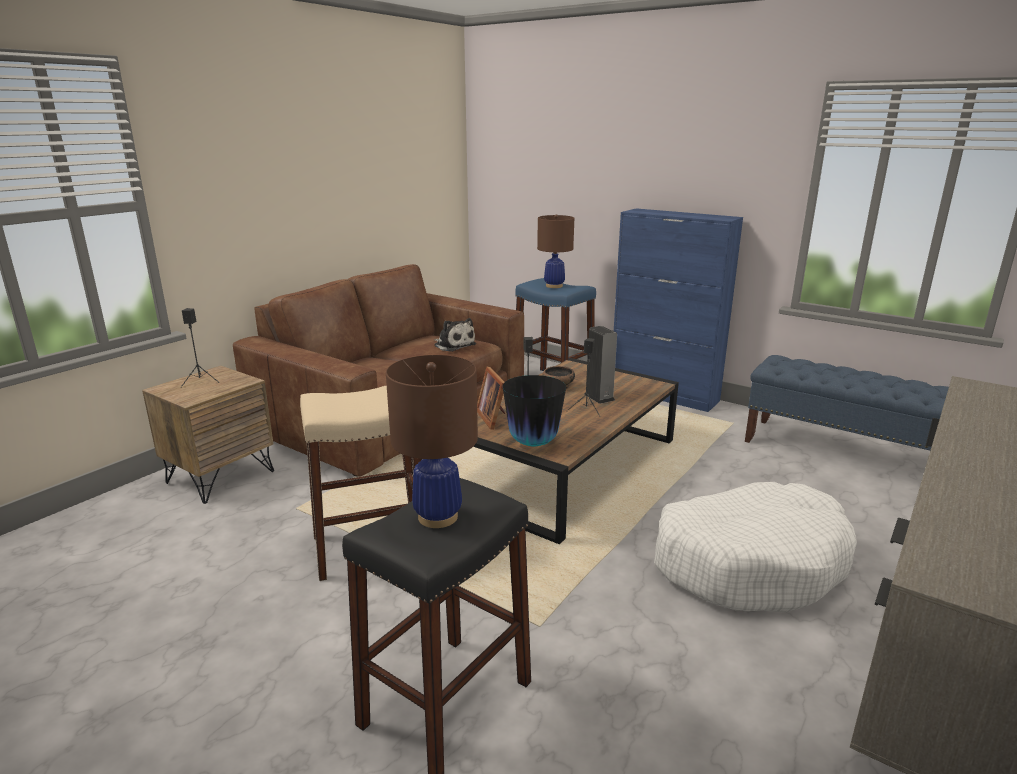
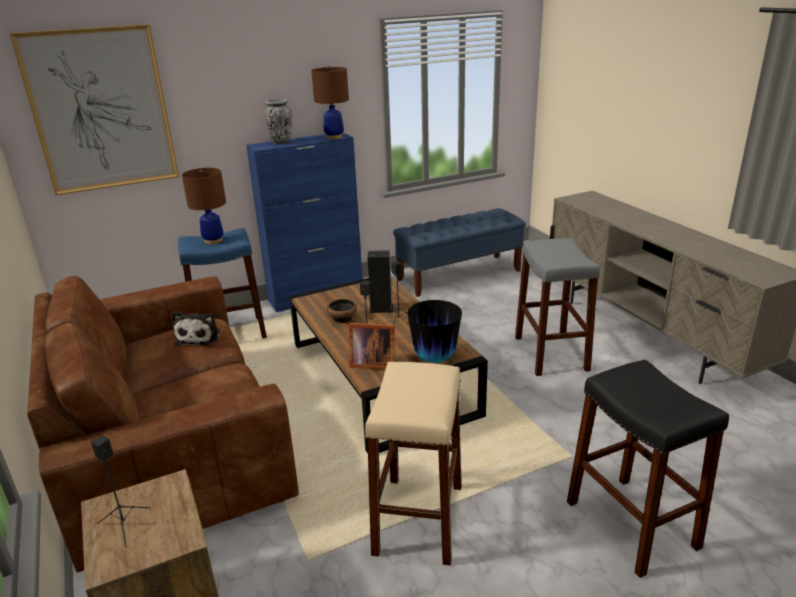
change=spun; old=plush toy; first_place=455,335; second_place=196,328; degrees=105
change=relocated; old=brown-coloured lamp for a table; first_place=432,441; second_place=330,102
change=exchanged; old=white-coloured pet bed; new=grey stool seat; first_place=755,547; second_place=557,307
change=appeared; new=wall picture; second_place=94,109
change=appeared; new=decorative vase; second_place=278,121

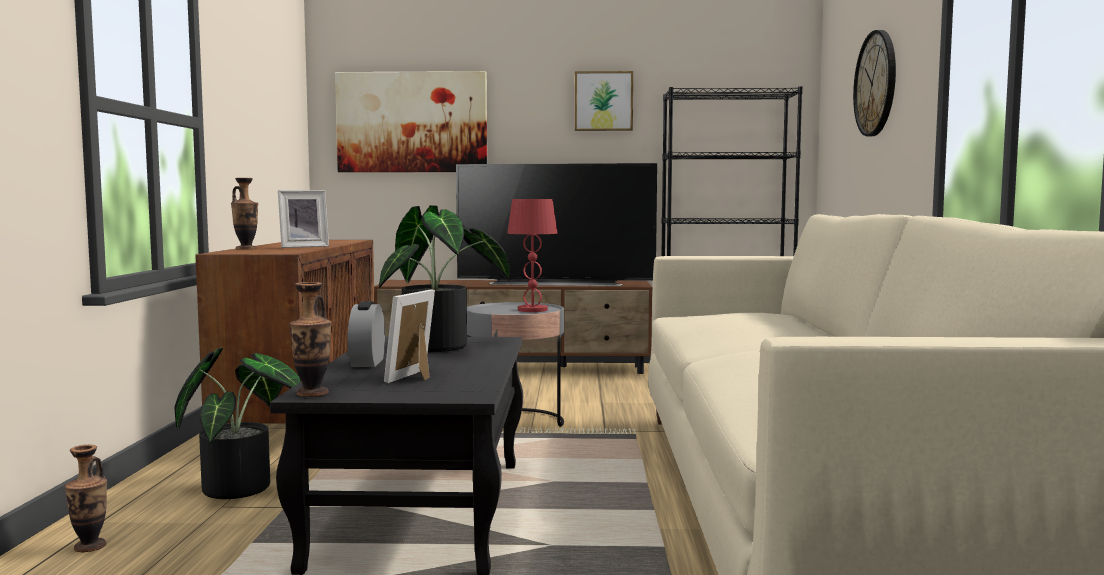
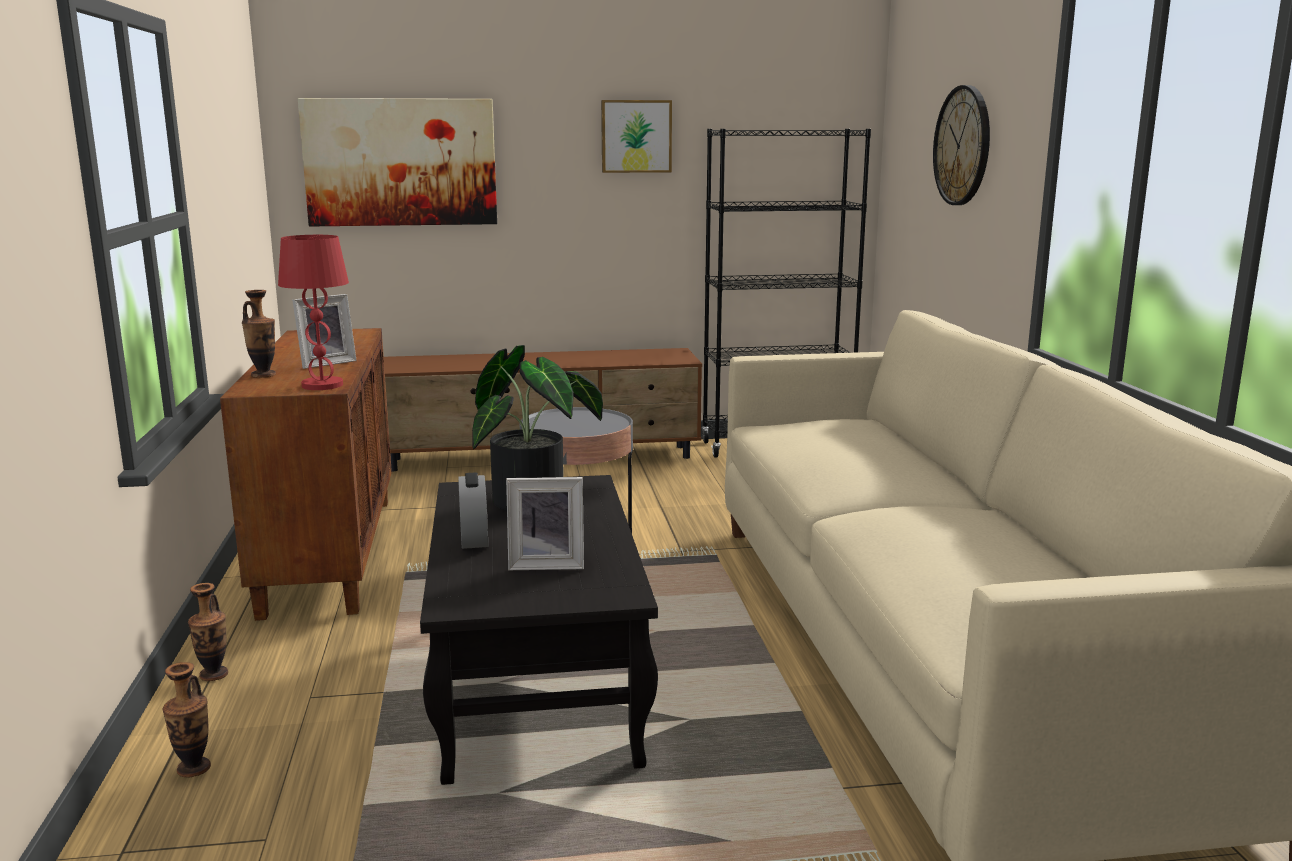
change=missing; old=television; first_place=556,224
change=relocated; old=red-coloured lamp for a table; first_place=532,255; second_place=313,312
change=relocated; old=decorative vase; first_place=310,339; second_place=208,632
change=spun; old=standing frame; first_place=409,336; second_place=545,523; degrees=-105
change=missing; old=plant in a pot; first_place=237,423

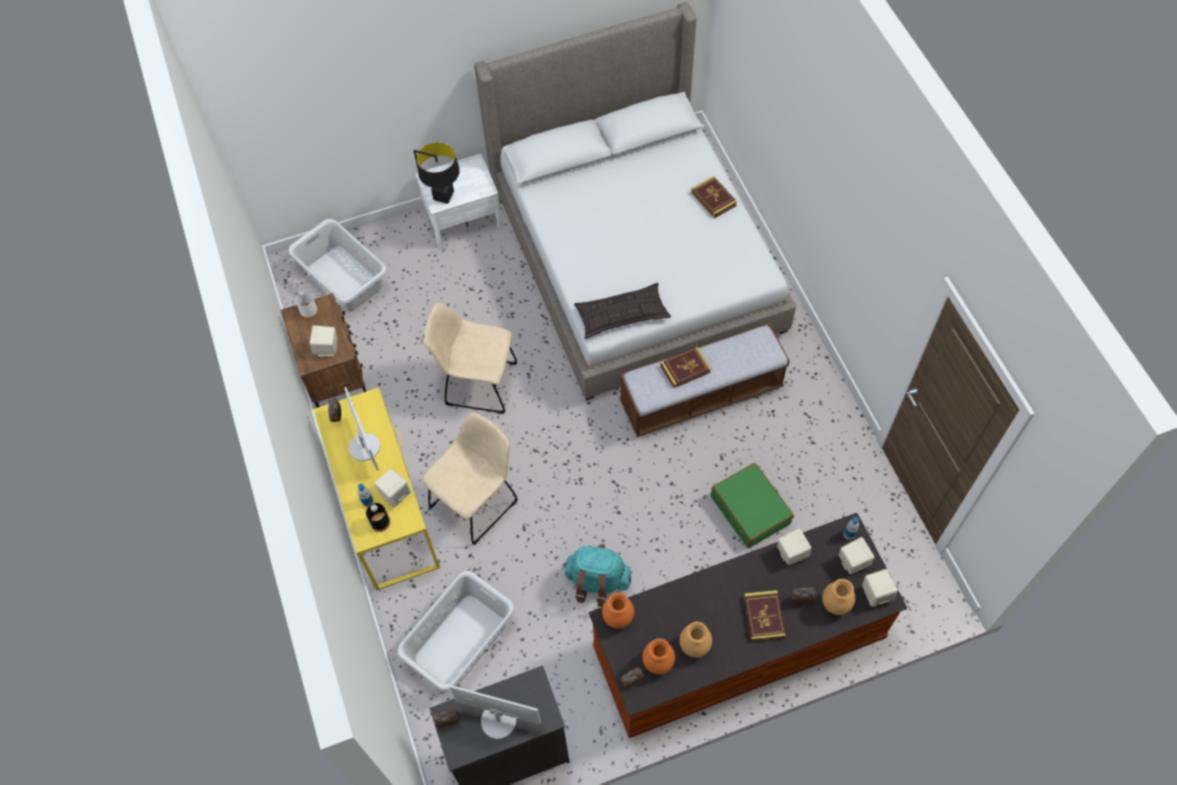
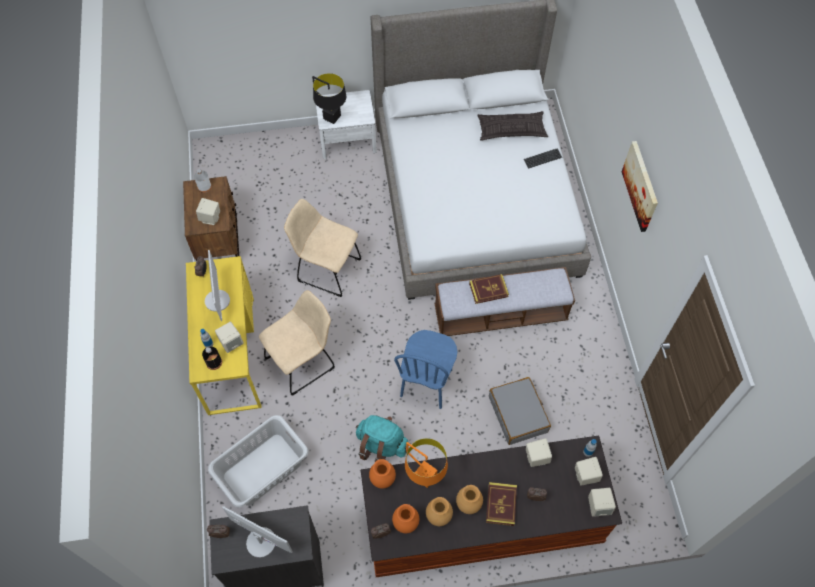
change=exchanged; old=book; new=computer keyboard; first_place=714,197; second_place=543,158
change=missing; old=grey laundry basket; first_place=338,265
change=relocated; old=throw pillow; first_place=622,311; second_place=513,126
change=colour; old=green travel case; new=grey travel case; first_place=752,505; second_place=520,411
change=relocated; old=brown-coloured decorative vase; first_place=838,597; second_place=469,499
change=appeared; new=wall picture; second_place=639,186
change=appeared; new=bluish upright chair; second_place=425,369
change=appeared; new=orange-coloured lamp for a table; second_place=426,463

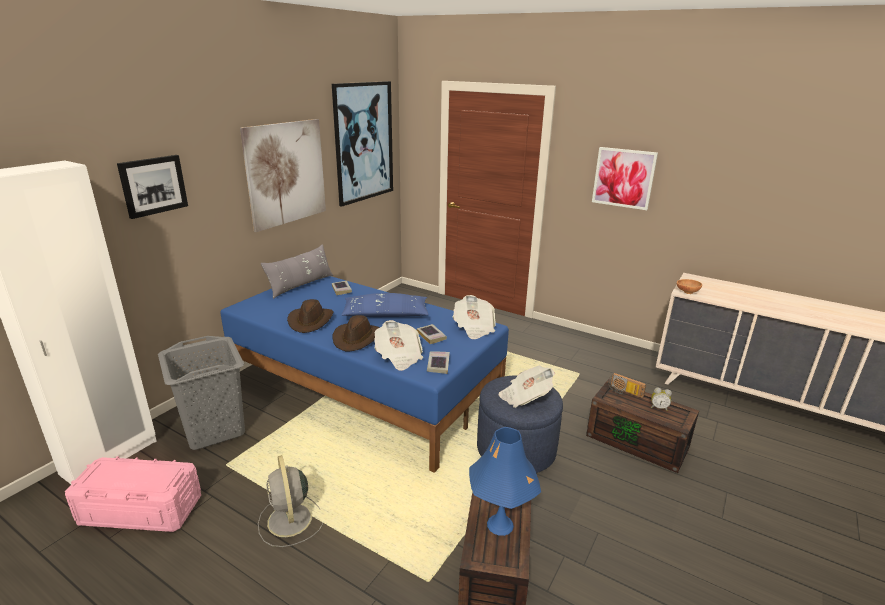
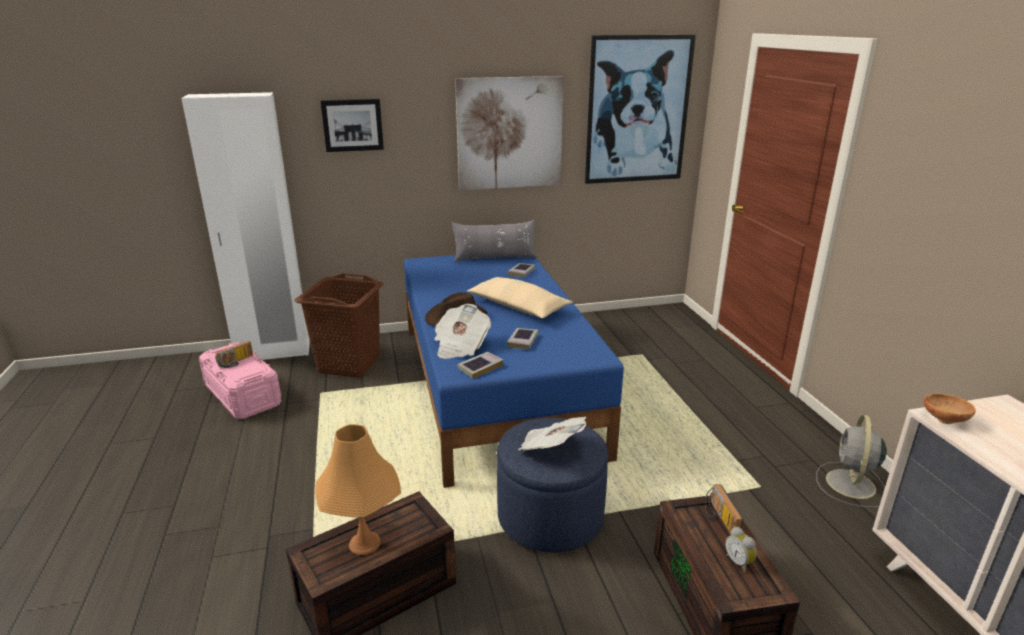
change=missing; old=wall picture; first_place=625,178
change=colour; old=bluish throw pillow; new=sand-coloured throw pillow; first_place=385,305; second_place=520,298
change=missing; old=daily paper; first_place=474,317
change=missing; old=brown-coloured hat; first_place=310,316
change=colour; old=grey laundry basket; new=brown-coloured laundry basket; first_place=201,393; second_place=339,325
change=colour; old=bluish lamp for a table; new=orange-coloured lamp for a table; first_place=505,481; second_place=358,489
change=relocated; old=grey electric fan; first_place=290,501; second_place=851,461
change=appeared; new=radio set; second_place=234,354

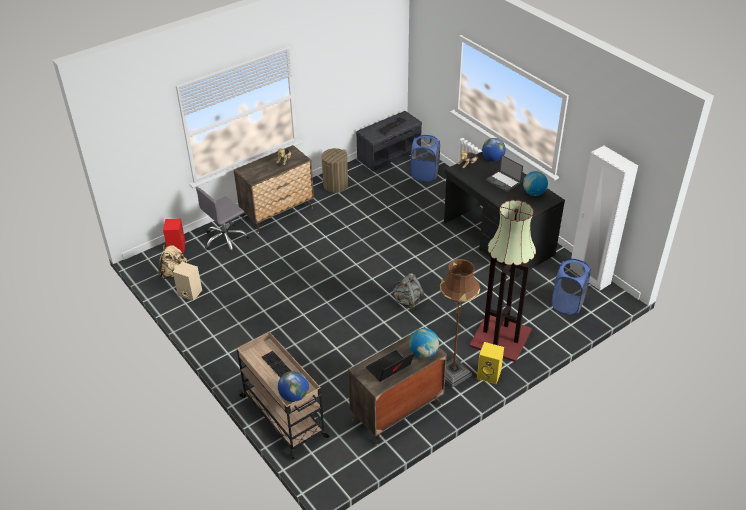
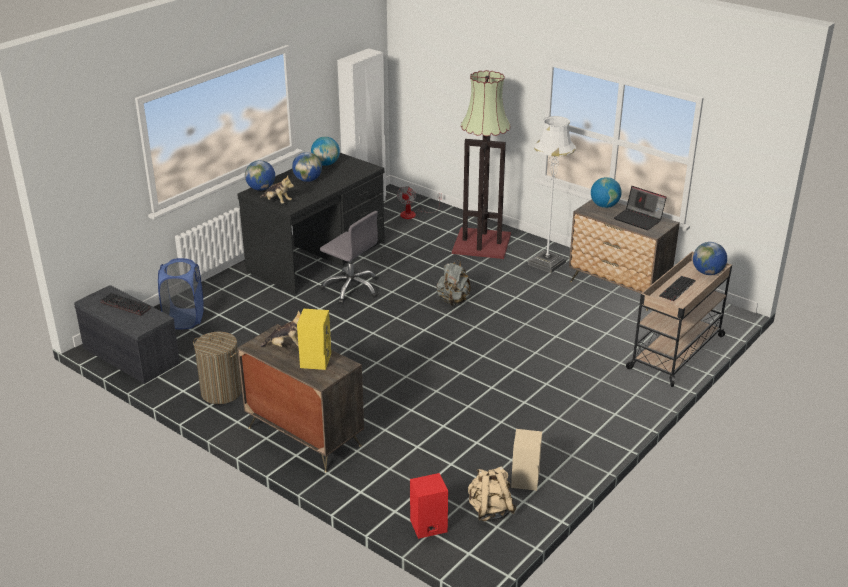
change=exchanged; old=laptop; new=desk globe; first_place=504,173; second_place=307,167
change=relocated; old=grey office chair; first_place=223,220; second_place=349,257
change=colour; old=brown-coloured standing lamp; new=white-coloured standing lamp; first_place=460,323; second_place=552,194
change=exchanged; old=bluish laundry basket; new=electric fan; first_place=571,287; second_place=419,202
change=relocated; old=yellowish loudspeaker; first_place=490,363; second_place=314,339

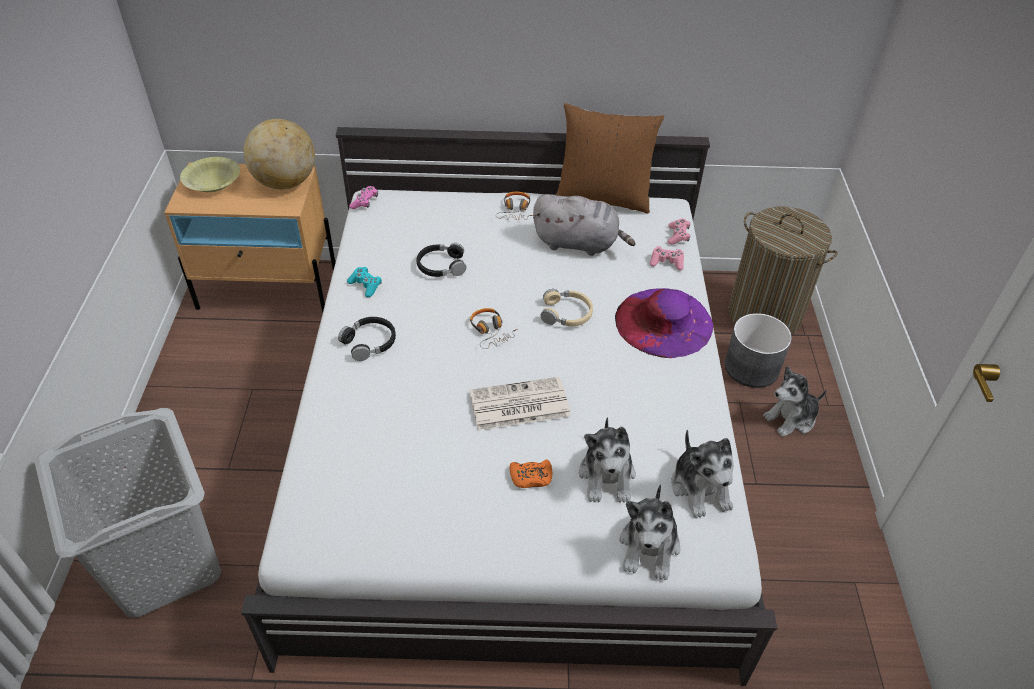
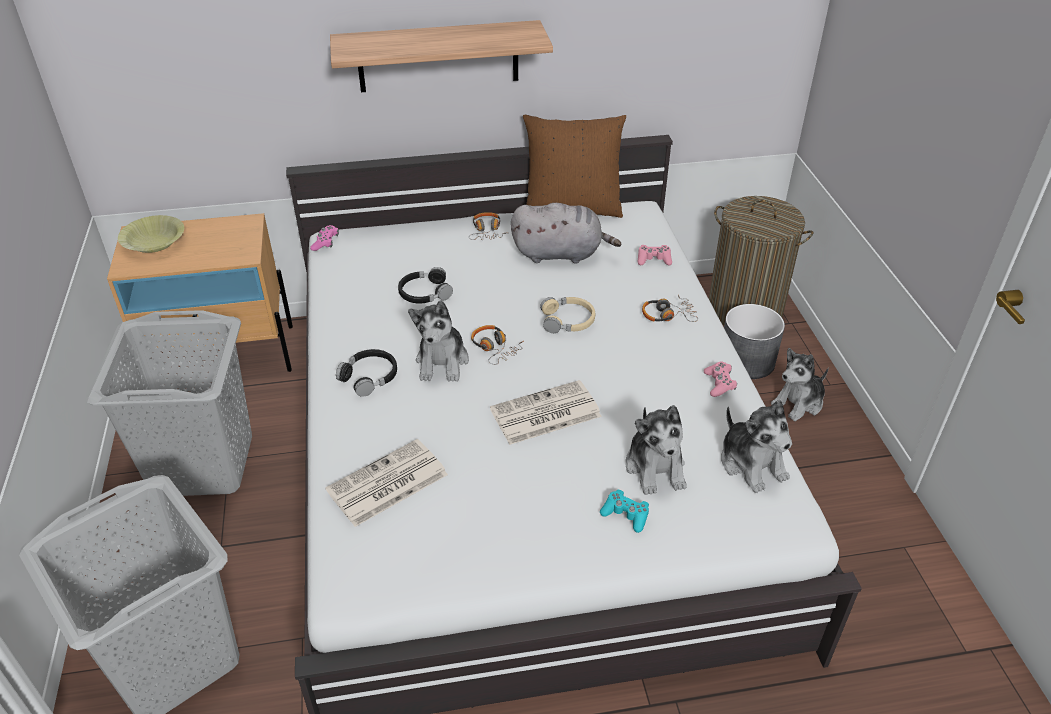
change=missing; old=desk globe; first_place=279,154
change=relocated; old=pink joypad; first_place=679,232; second_place=720,379
change=relocated; old=turquoise joypad; first_place=364,282; second_place=624,511
change=exchanged; old=purple-coloured hat; new=headphones; first_place=664,323; second_place=670,308
change=missing; old=orange-coloured joypad; first_place=531,474
change=relocated; old=plush toy; first_place=650,532; second_place=438,341
change=appeared; new=bracket shelf; second_place=441,56
change=appeared; new=grey laundry basket; second_place=169,403
change=appeared; new=daily paper; second_place=386,483

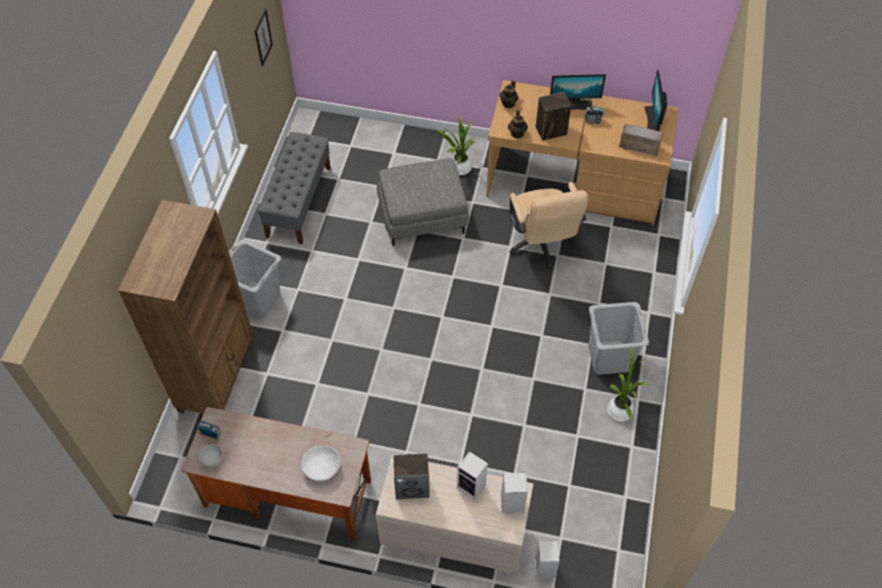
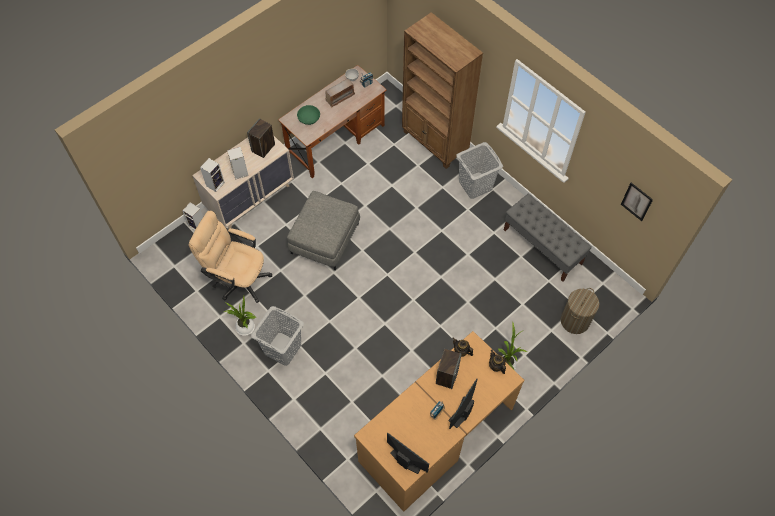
change=relocated; old=radio set; first_place=641,140; second_place=340,93
change=relocated; old=grey ottoman; first_place=423,202; second_place=323,230
change=relocated; old=sand-coloured office chair; first_place=548,225; second_place=231,257
change=colour; old=white-coloured deep dish; new=green deep dish; first_place=320,463; second_place=308,115
change=appeared; new=laundry basket; second_place=580,311

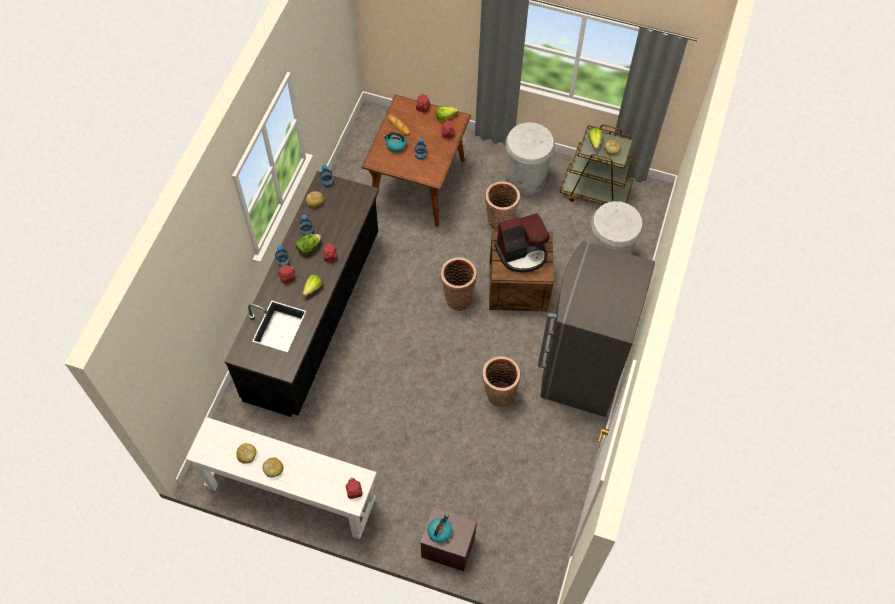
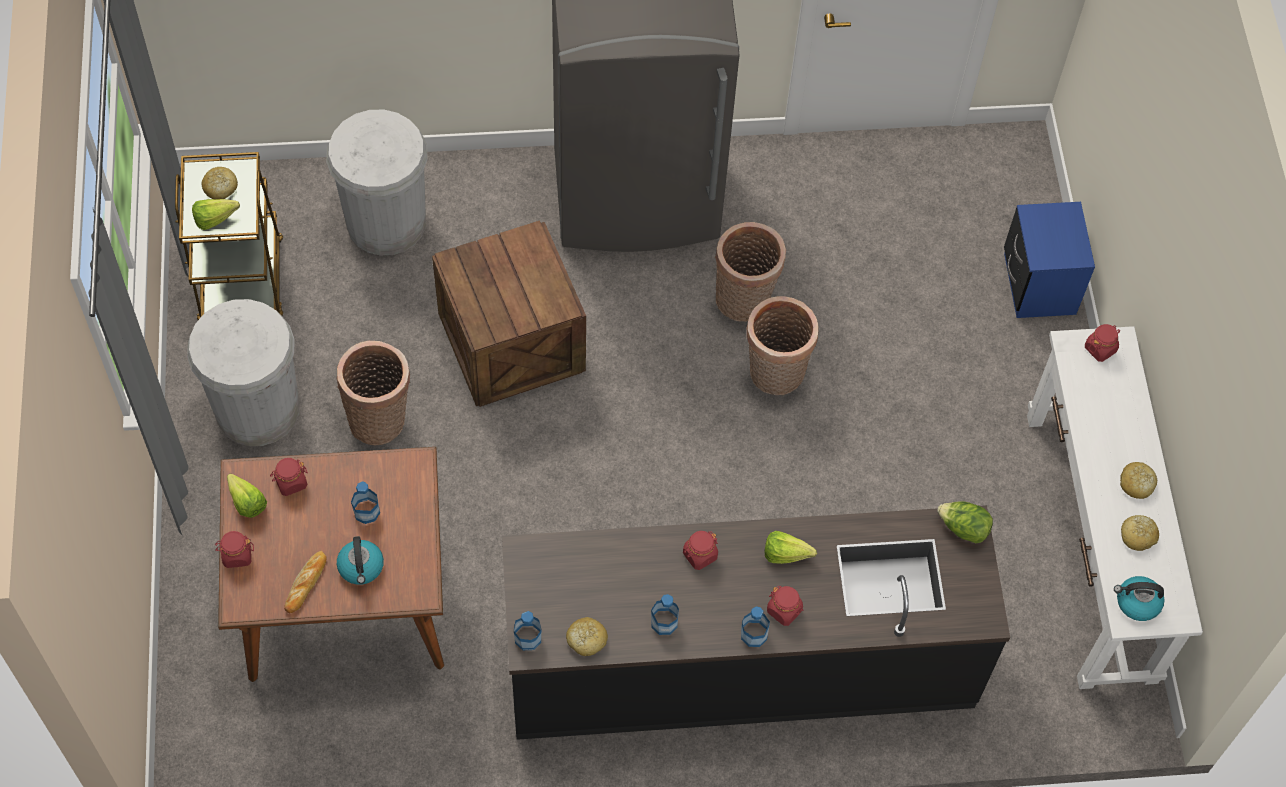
change=missing; old=coffee brewer; first_place=522,242
change=relocated; old=head of lettuce; first_place=308,244; second_place=965,522
change=relocated; old=basket; first_place=458,284; second_place=783,345
change=colour; old=brown-coloured bedside table; new=bluish bedside table; first_place=449,539; second_place=1049,260
change=relocated; old=kettle; first_place=440,528; second_place=1139,598

